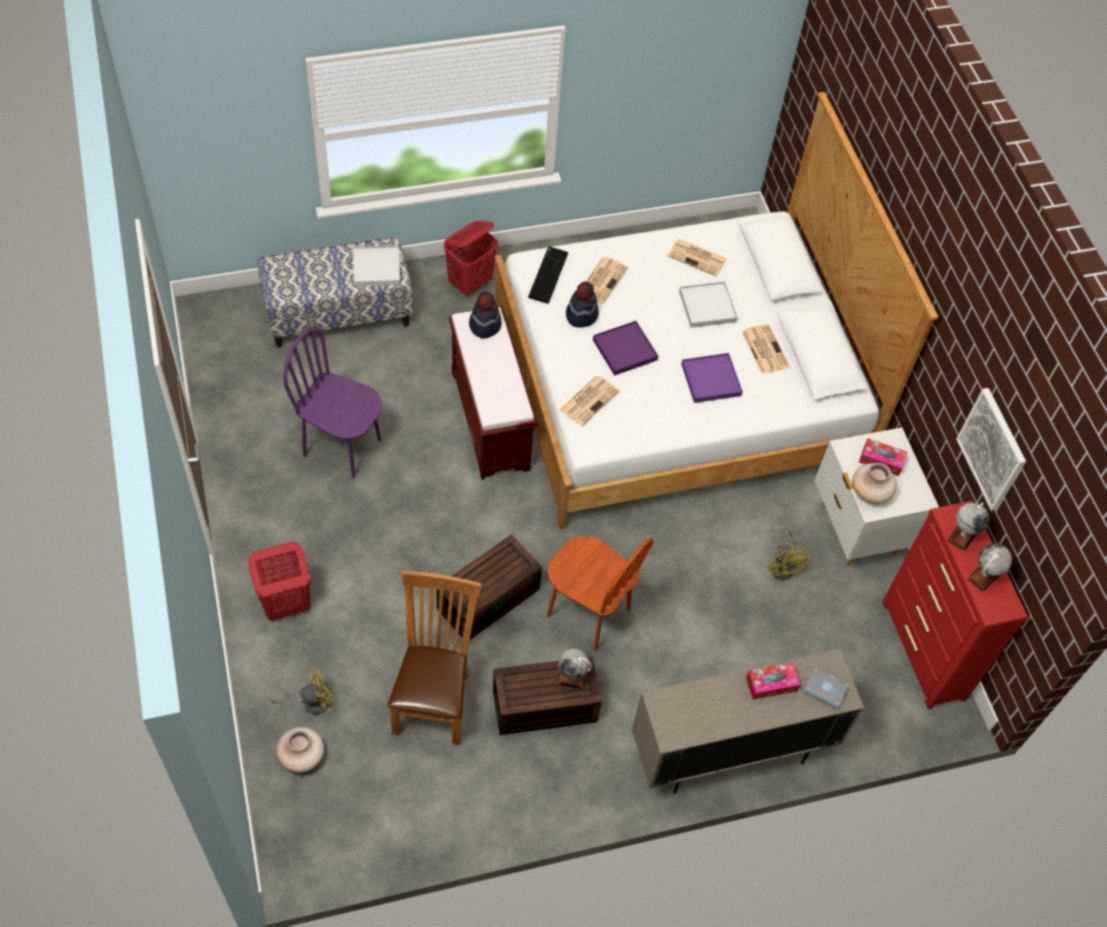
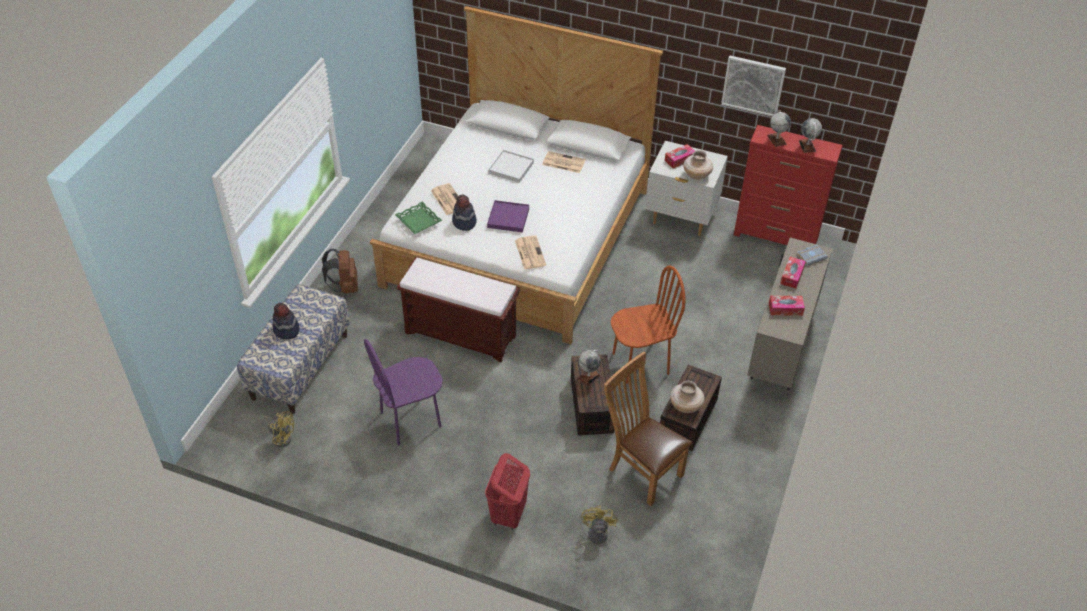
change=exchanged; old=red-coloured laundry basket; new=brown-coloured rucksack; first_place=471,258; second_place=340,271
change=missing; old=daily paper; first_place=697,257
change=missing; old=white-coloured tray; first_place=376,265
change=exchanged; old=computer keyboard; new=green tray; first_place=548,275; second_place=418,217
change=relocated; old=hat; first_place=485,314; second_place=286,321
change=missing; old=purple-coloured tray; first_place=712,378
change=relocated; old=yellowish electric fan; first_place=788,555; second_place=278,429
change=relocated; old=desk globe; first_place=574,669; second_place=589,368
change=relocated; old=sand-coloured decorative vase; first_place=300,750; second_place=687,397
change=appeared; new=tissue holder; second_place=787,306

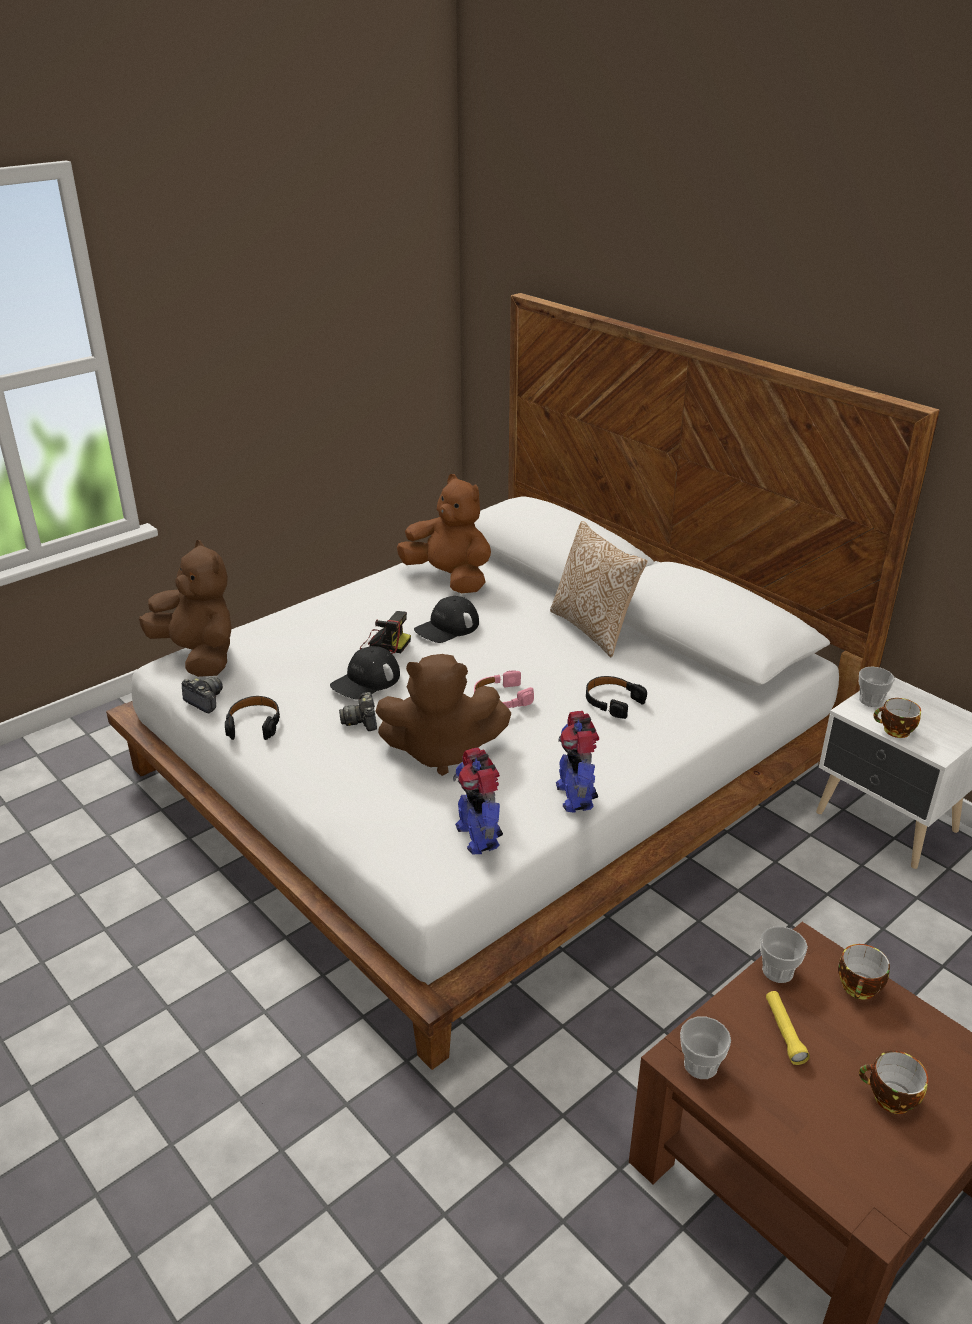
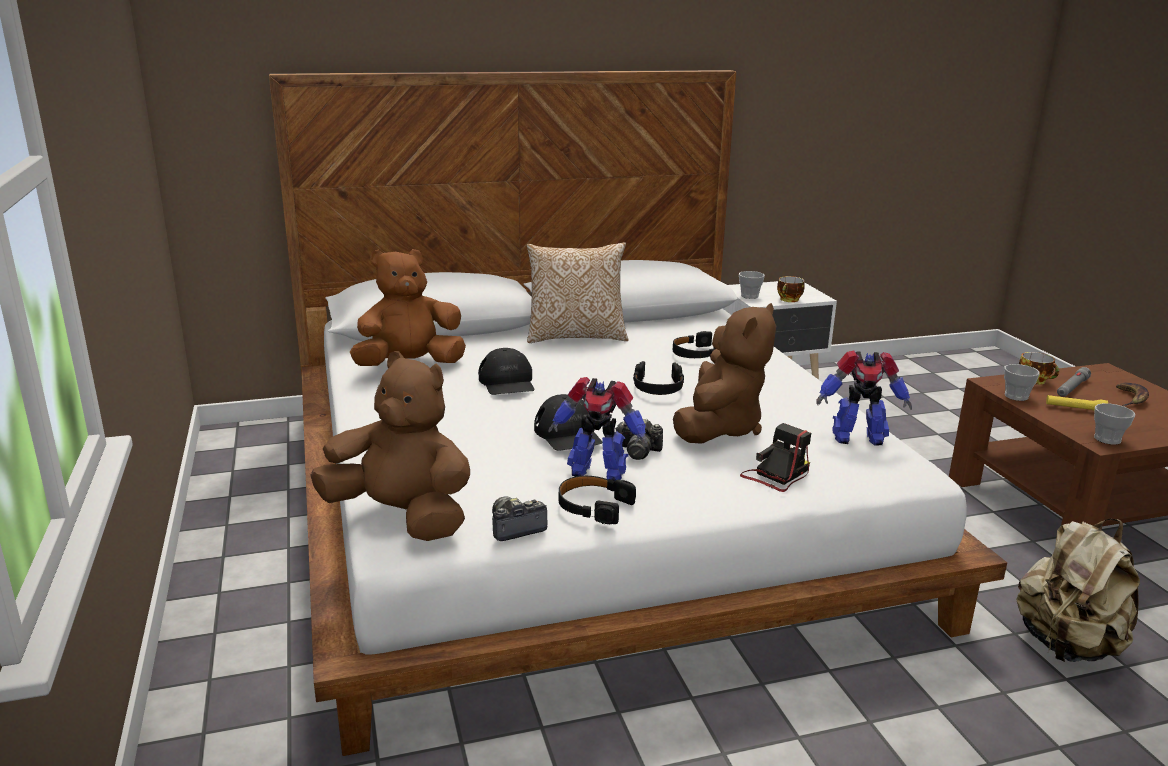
change=spun; old=brown-coloured plush toy; first_place=185,608; second_place=390,446; degrees=45
change=relocated; old=still camera; first_place=385,632; second_place=775,457
change=colour; old=pink headphones; new=black headphones; first_place=504,689; second_place=658,378
change=relocated; old=toy robot; first_place=577,762; second_place=598,429
change=exchanged; old=small cup; new=banana; first_place=893,1082; second_place=1132,394
change=appeared; new=grey hand torch; second_place=1074,382
change=appeared; new=sand-coloured rucksack; second_place=1078,590

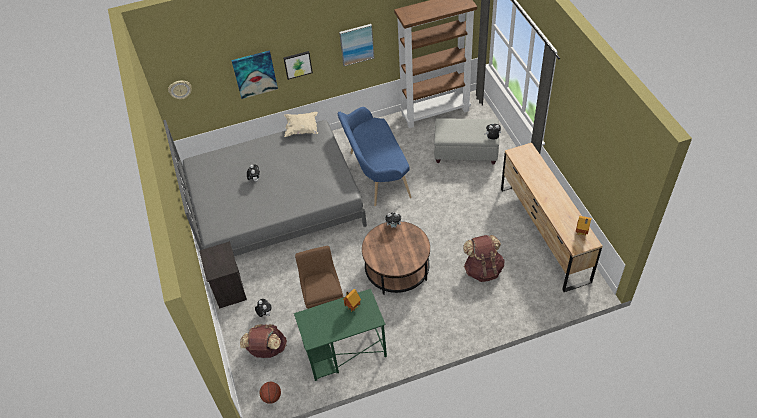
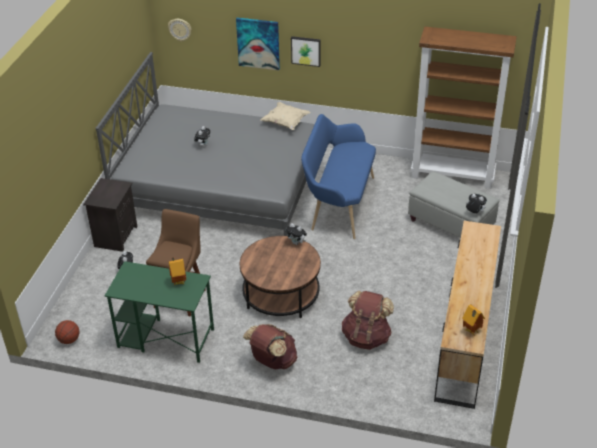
change=missing; old=wall picture; first_place=356,45
change=relocated; old=brown-coloured rucksack; first_place=263,341; second_place=270,347

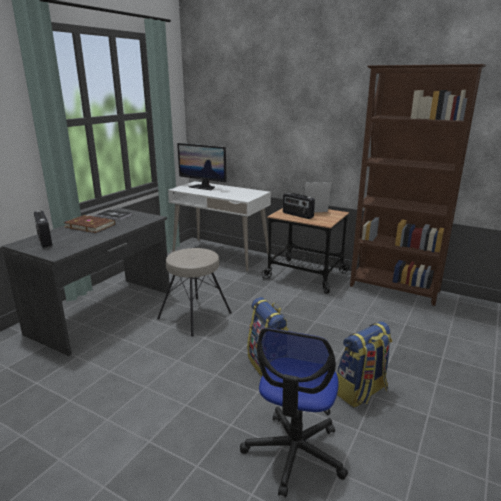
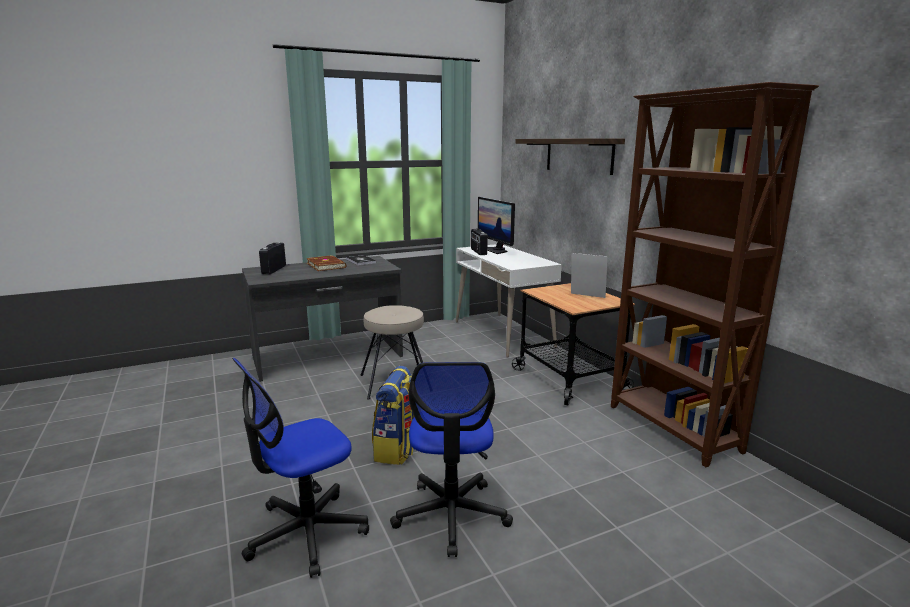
change=relocated; old=radio set; first_place=299,206; second_place=479,241
change=exchanged; old=rucksack; new=office chair; first_place=364,364; second_place=451,459
change=appeared; new=bracket shelf; second_place=570,156

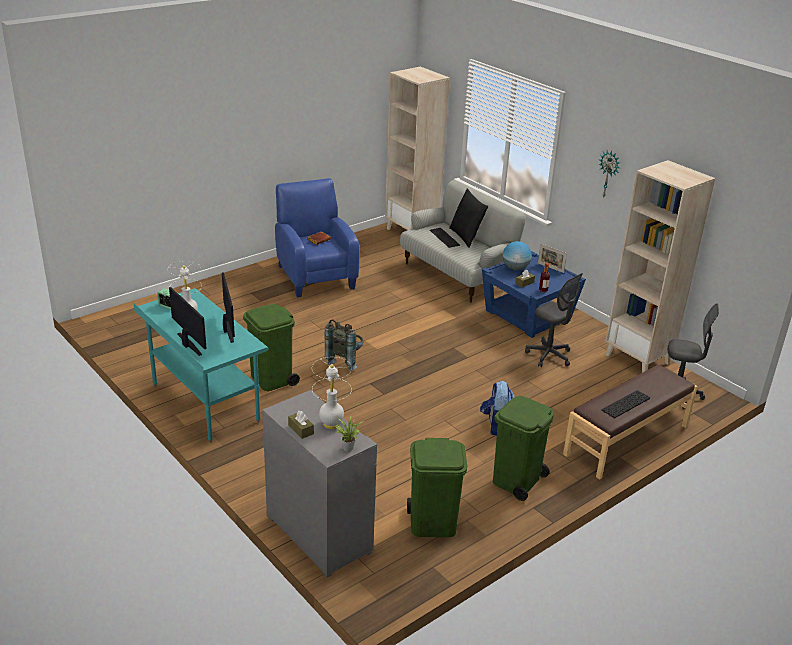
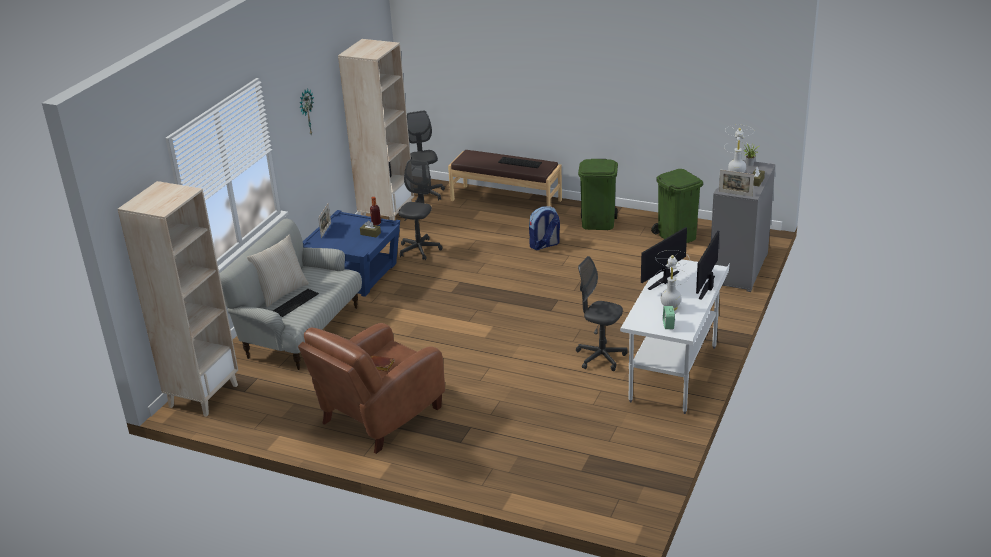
change=colour; old=bluish lounge chair; new=brown-coloured lounge chair; first_place=317,237; second_place=371,388
change=colour; old=black throw pillow; new=sand-coloured throw pillow; first_place=468,218; second_place=278,270
change=missing; old=desk globe; first_place=517,255
change=colour; old=turquoise desk; new=white-coloured desk; first_place=201,365; second_place=675,336
change=exchanged; old=green waste bin; new=grey office chair; first_place=271,347; second_place=602,313
change=missing; old=grey rucksack; first_place=344,345
change=appeared; new=standing frame; second_place=736,183

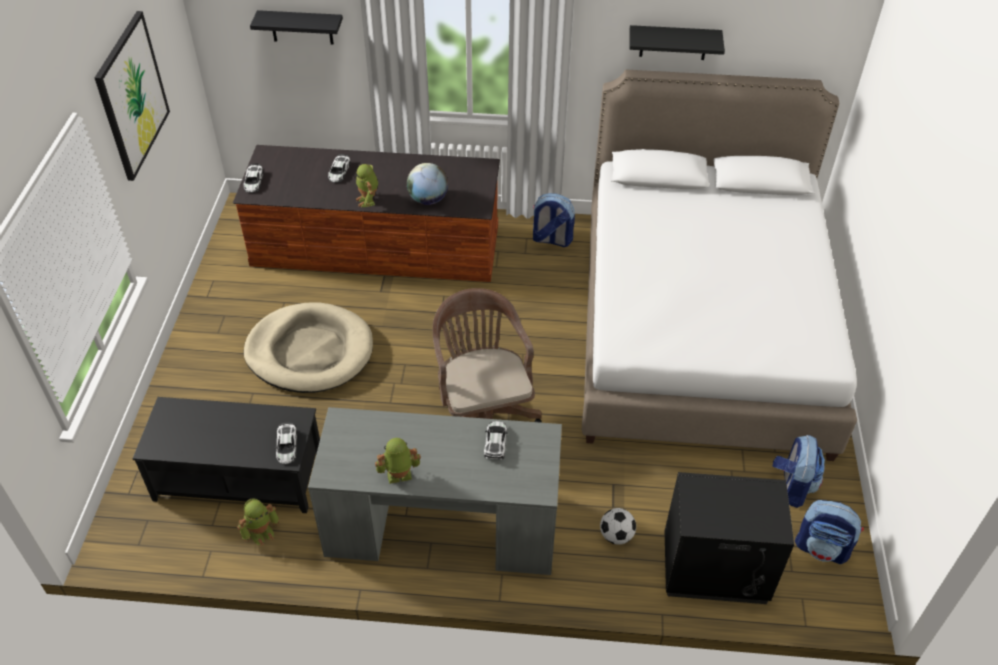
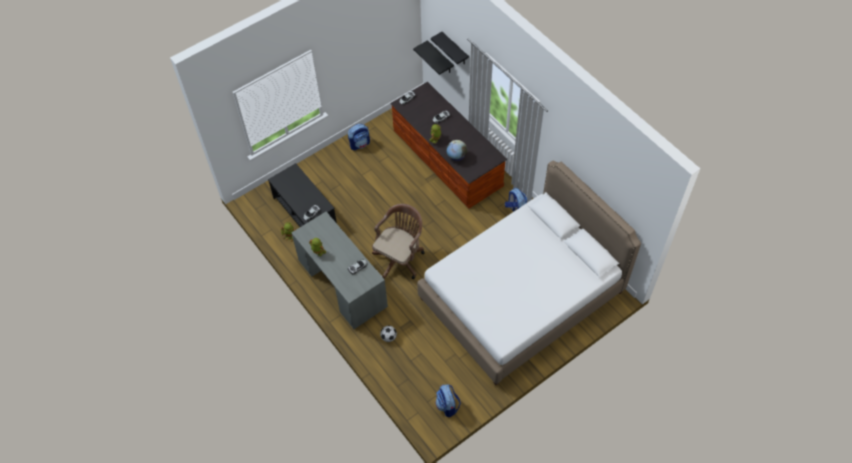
change=missing; old=wall picture; first_place=132,96
change=relocated; old=black bracket shelf; first_place=677,42; second_place=433,57
change=missing; old=sand-coloured pet bed; first_place=308,347
change=relocated; old=rucksack; first_place=799,471; second_place=359,137
change=missing; old=black bedside table; first_place=729,538

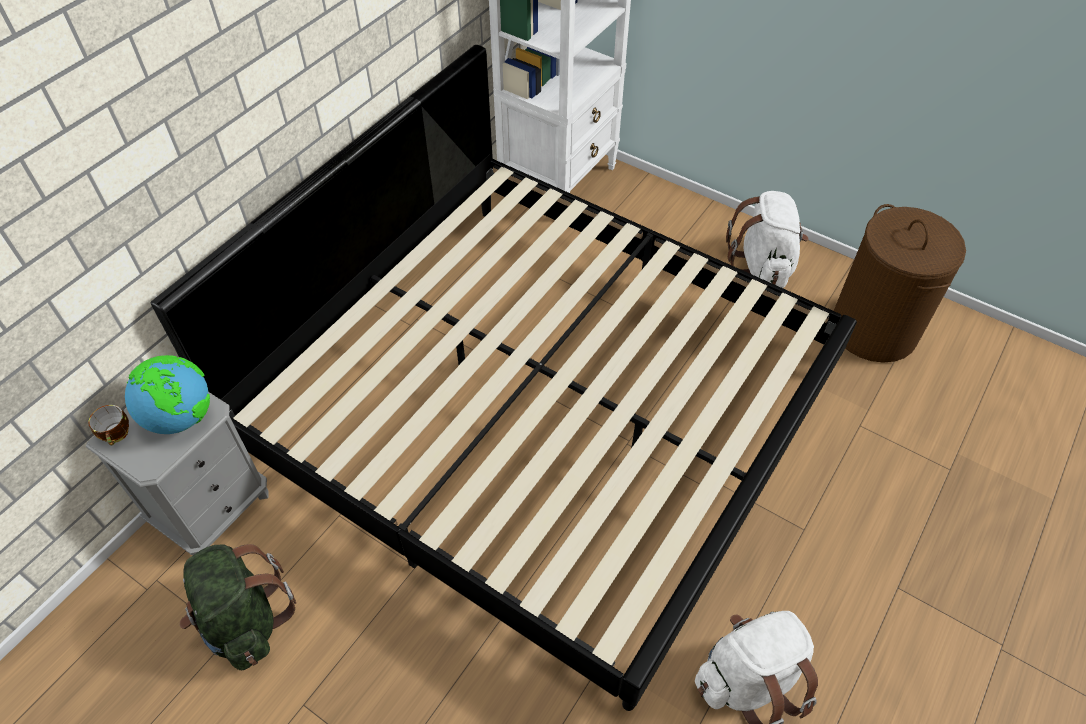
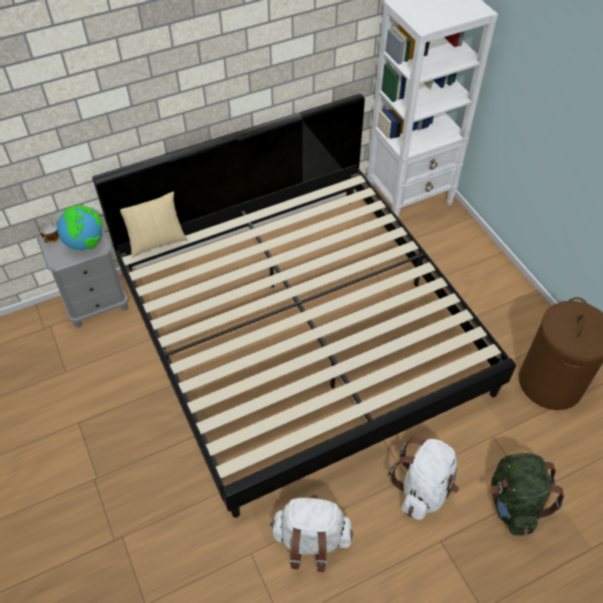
change=relocated; old=white-coloured rucksack; first_place=767,239; second_place=423,478
change=relocated; old=green rucksack; first_place=238,607; second_place=527,494
change=appeared; new=throw pillow; second_place=154,224

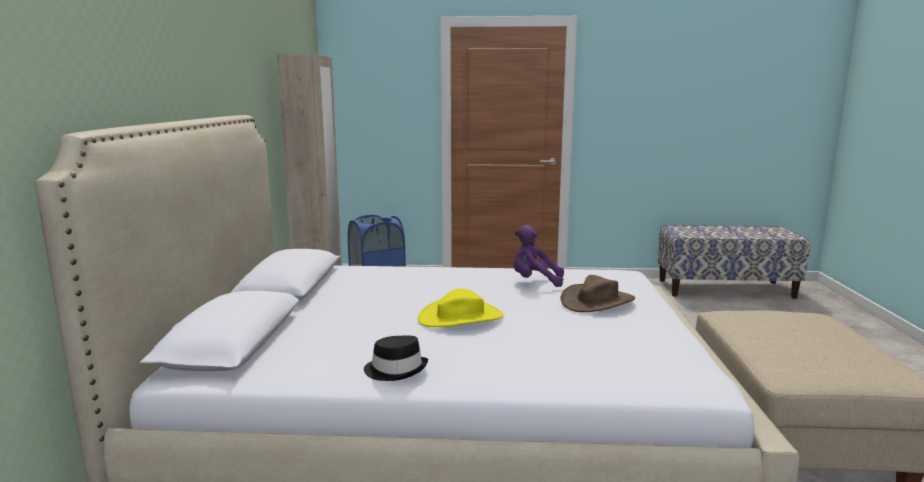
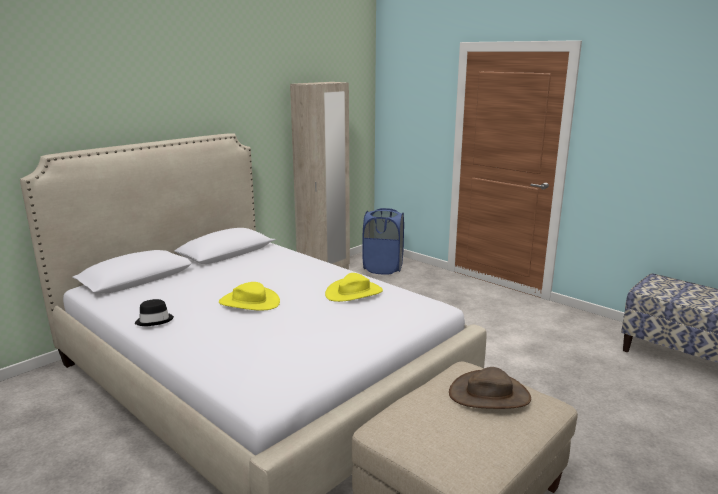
change=exchanged; old=purple-coloured plush toy; new=yellowish hat; first_place=538,256; second_place=354,287
change=relocated; old=brown-coloured hat; first_place=598,293; second_place=490,388

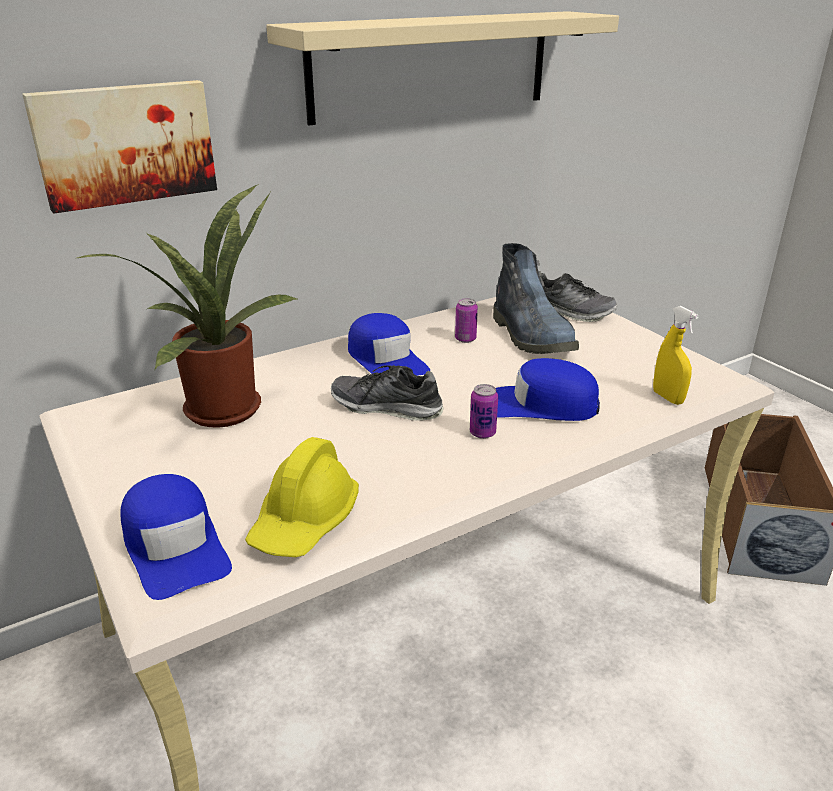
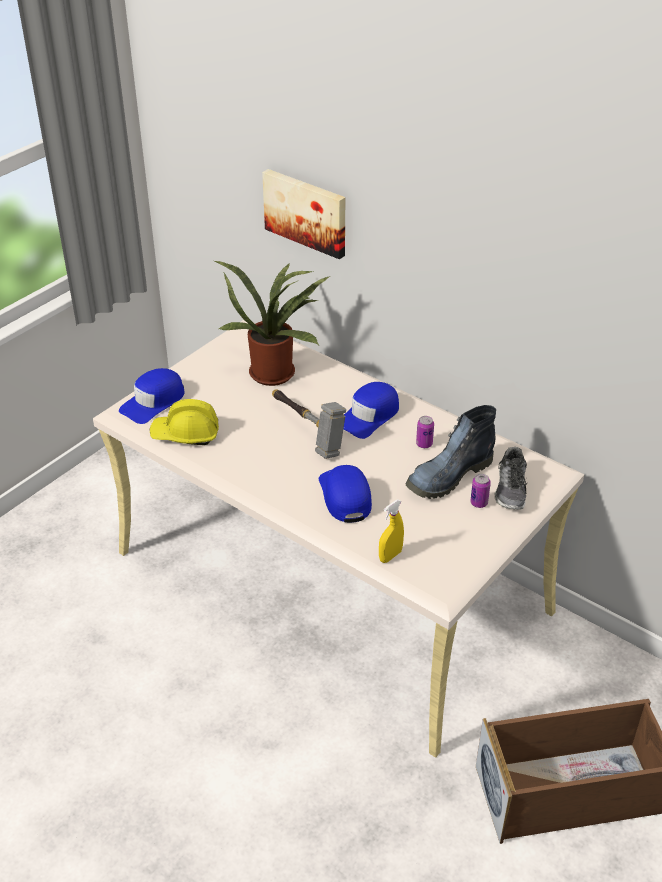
change=missing; old=sand-coloured bracket shelf; first_place=442,68
change=exchanged; old=item of footwear; new=tool hammer; first_place=387,393; second_place=309,424
change=relocated; old=metal can; first_place=484,411; second_place=480,491

